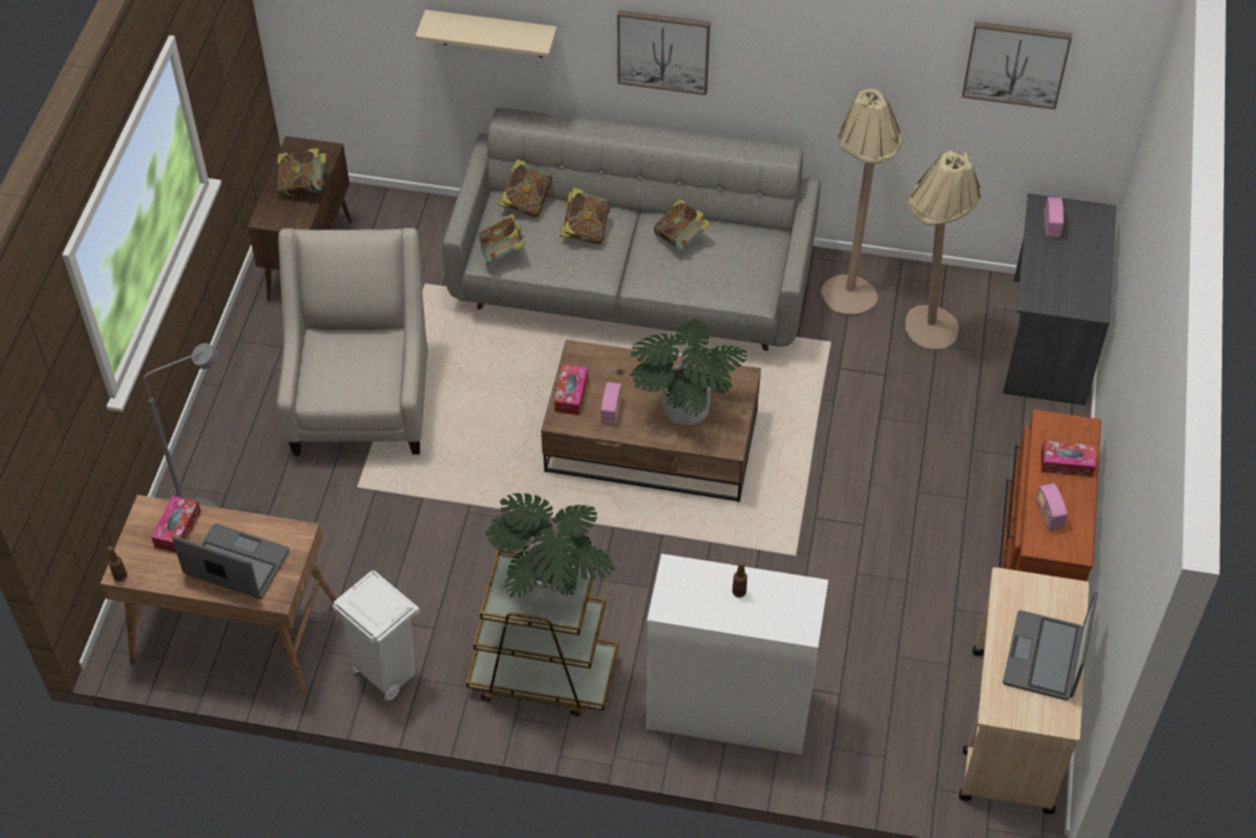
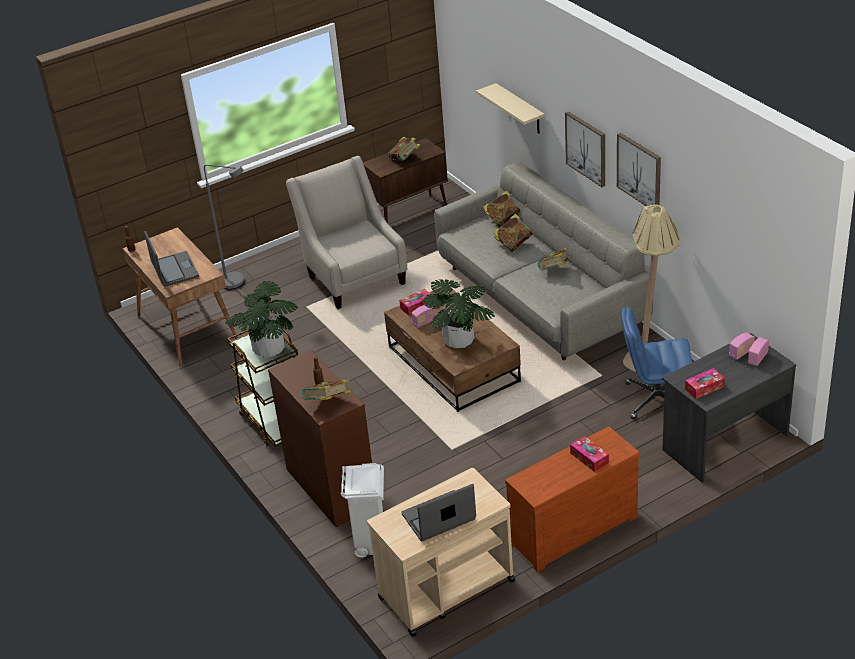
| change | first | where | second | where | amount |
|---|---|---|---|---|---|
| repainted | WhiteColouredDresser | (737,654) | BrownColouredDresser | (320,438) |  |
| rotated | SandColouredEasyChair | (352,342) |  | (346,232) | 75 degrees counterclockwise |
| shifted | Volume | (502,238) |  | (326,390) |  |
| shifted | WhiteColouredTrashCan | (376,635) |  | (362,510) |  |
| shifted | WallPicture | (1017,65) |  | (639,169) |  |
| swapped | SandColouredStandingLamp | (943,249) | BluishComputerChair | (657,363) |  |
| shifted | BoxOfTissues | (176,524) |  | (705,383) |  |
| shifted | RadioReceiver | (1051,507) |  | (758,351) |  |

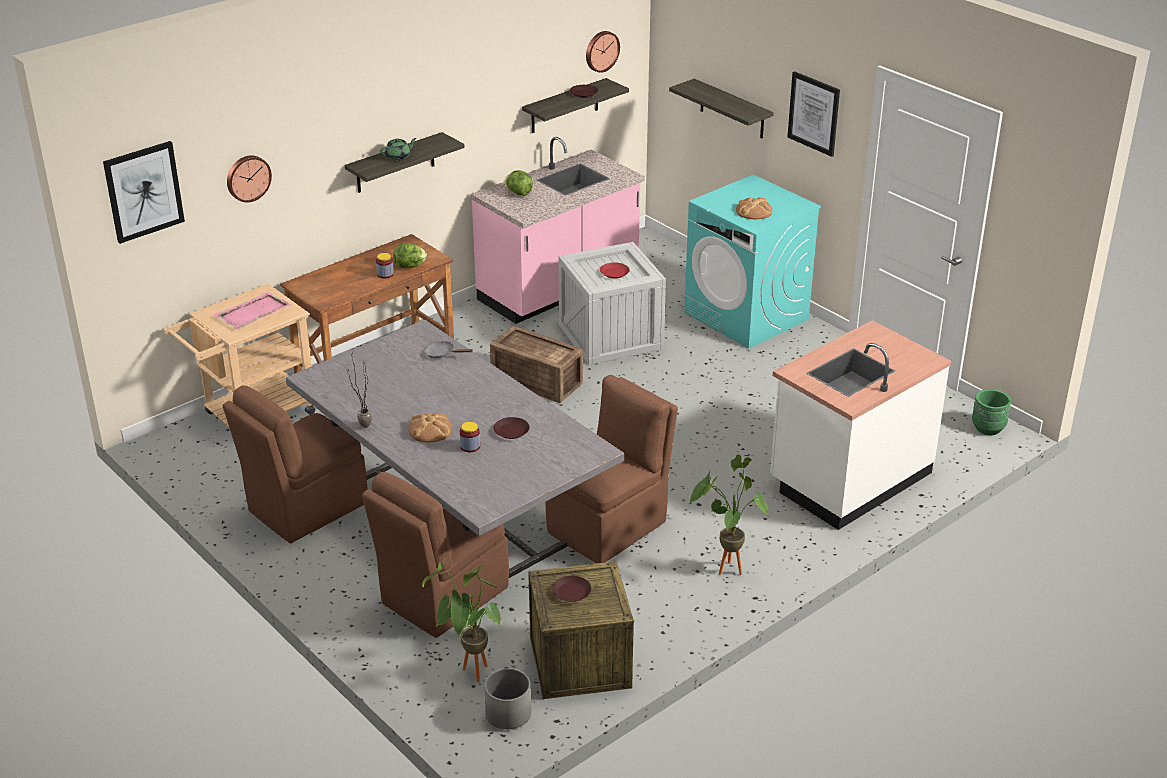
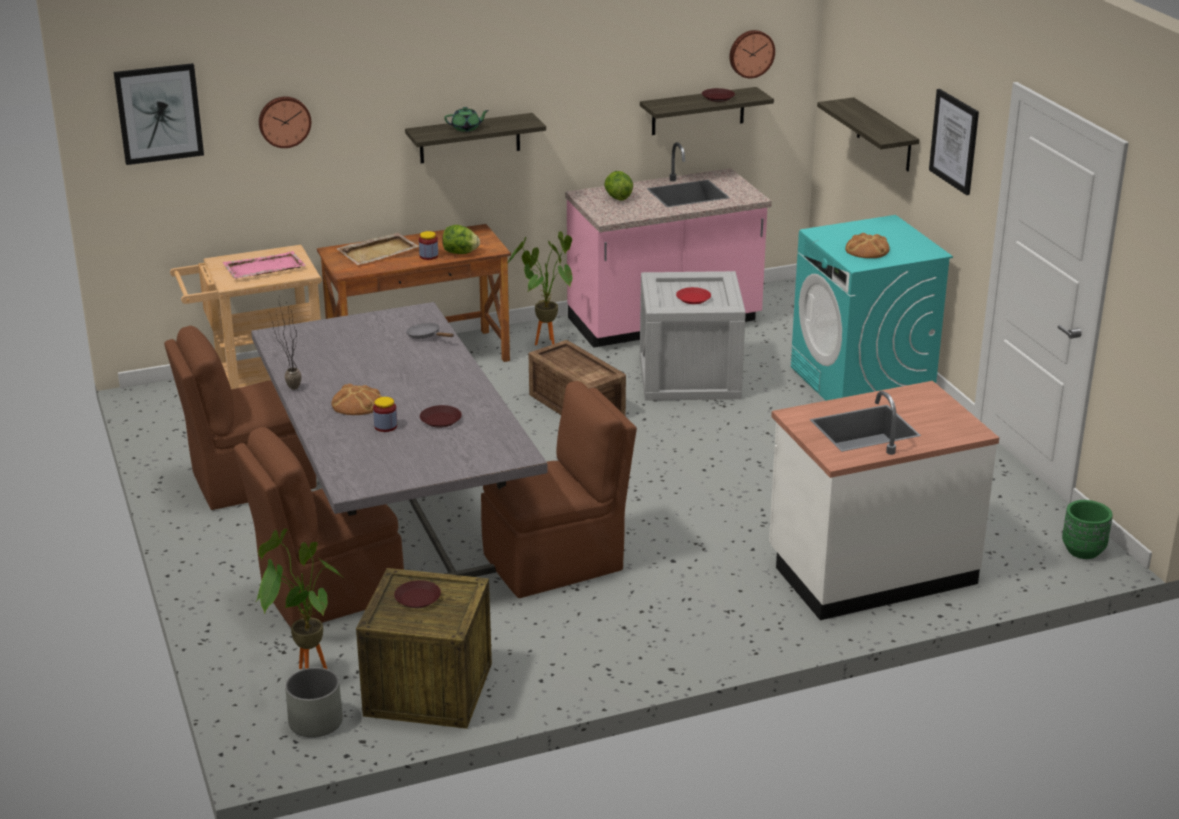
| change | first | where | second | where | amount |
|---|---|---|---|---|---|
| new |  |  | SandColouredServingTray | (378,248) |  |
| shifted | Houseplant | (729,514) |  | (540,288) |  |

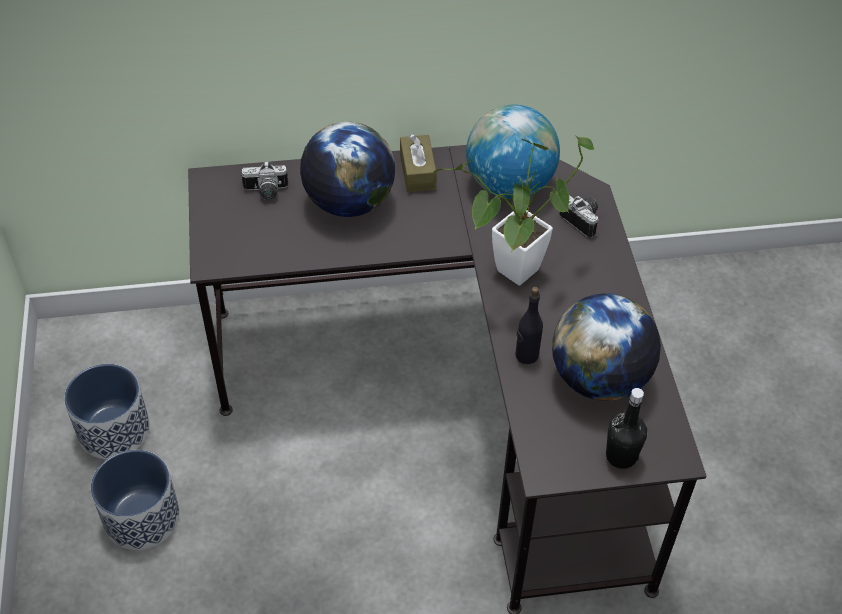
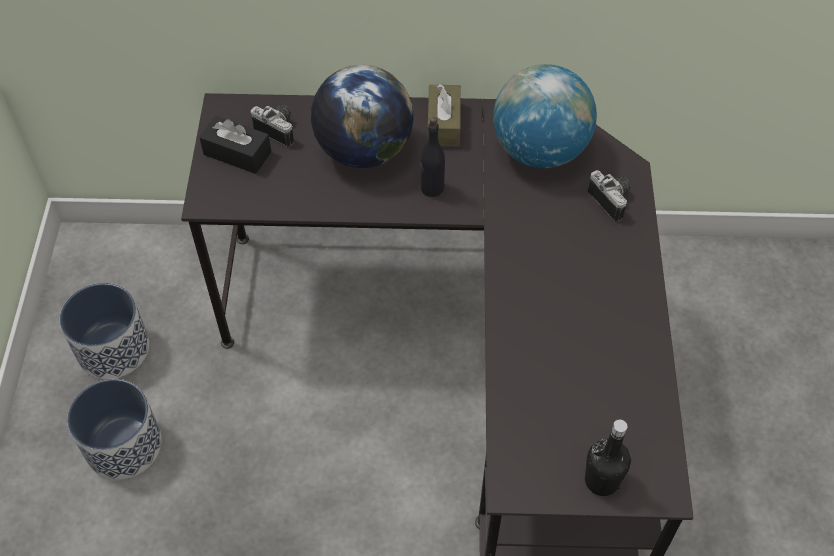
| change | first | where | second | where | amount |
|---|---|---|---|---|---|
| new |  |  | BlackColouredBoxOfTissues | (235,145) |  |
| rotated | StillCamera | (265,180) |  | (272,126) | 150 degrees counterclockwise |
| shifted | BlackColouredDrinkBottle | (529,325) |  | (432,157) |  |
| gone | Houseplant | (514,210) |  |  |  |
| gone | DeskGlobe | (606,347) |  |  |  |

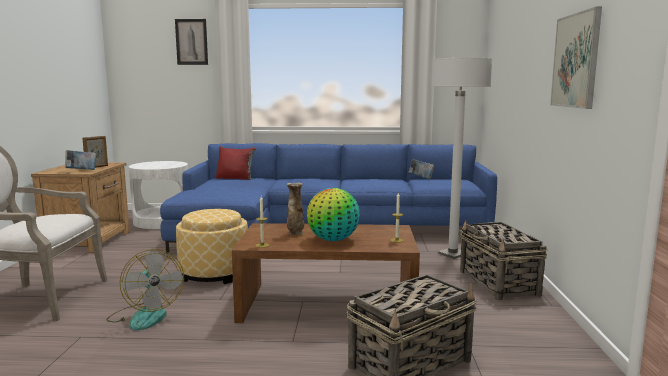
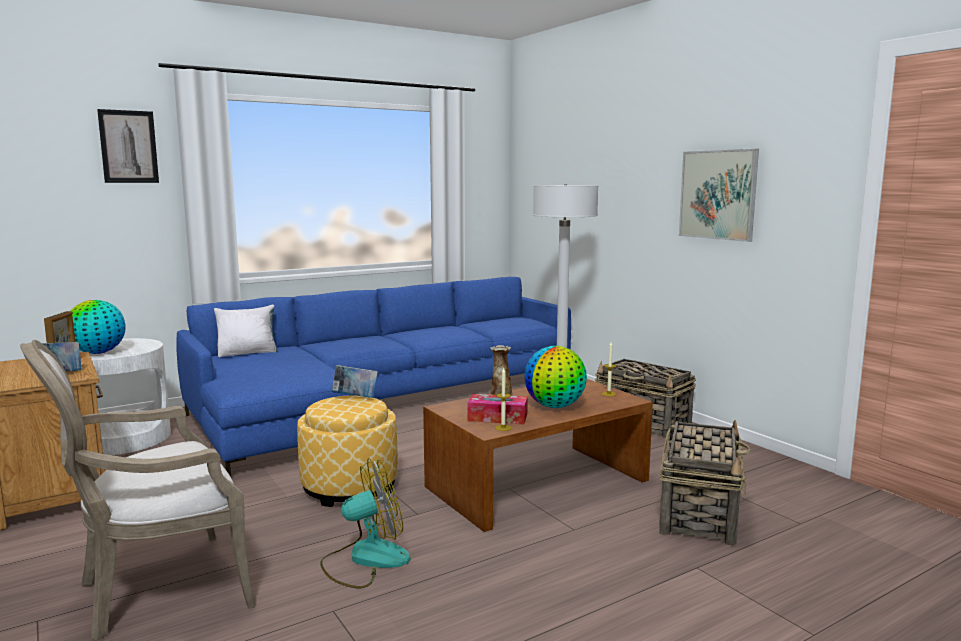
| change | first | where | second | where | amount |
|---|---|---|---|---|---|
| new |  |  | DeskGlobe | (98,327) |  |
| repainted | RedColouredCushion | (236,163) | WhiteColouredCushion | (245,330) |  |
| rotated | ElectricFan | (145,290) |  | (365,523) | 45 degrees counterclockwise |
| shifted | Volume | (421,169) |  | (355,381) |  |
| new |  |  | BoxOfTissues | (497,409) |  |

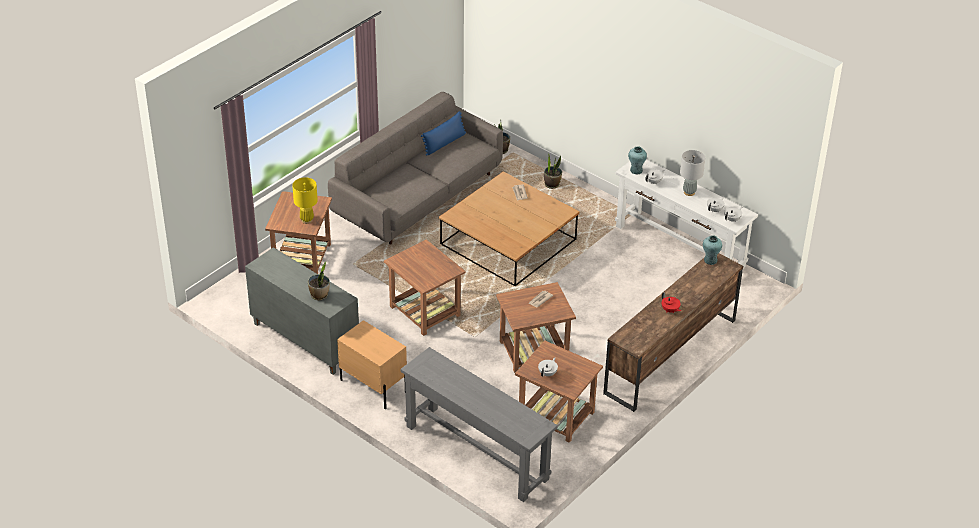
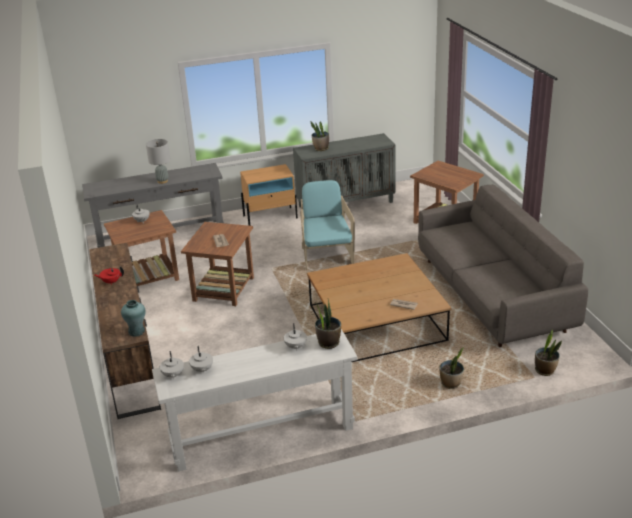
| change | first | where | second | where | amount |
|---|---|---|---|---|---|
| shifted | GrayTabletopLamp | (692,173) |  | (158,161) |  |
| swapped | BrownColouredEndTable | (424,288) | TurquoiseEasyChair | (327,225) |  |
| swapped | TurquoiseFlowerVase | (637,160) | Houseplant | (328,324) |  |
| gone | YellowTabletopLamp | (305,200) |  |  |  |
| gone | BluishCushion | (443,133) |  |  |  |

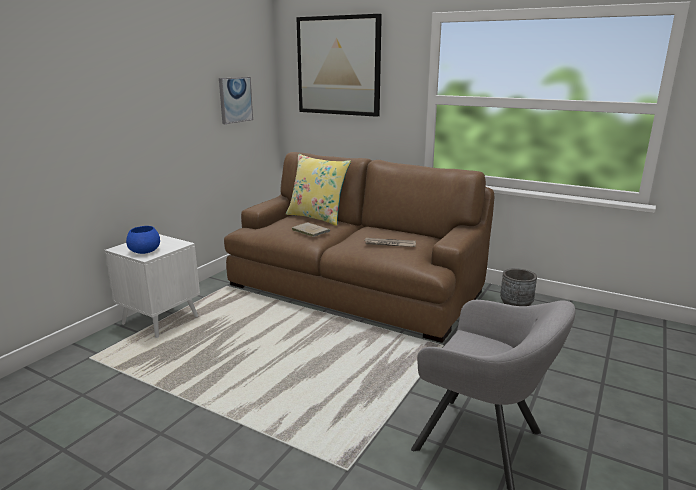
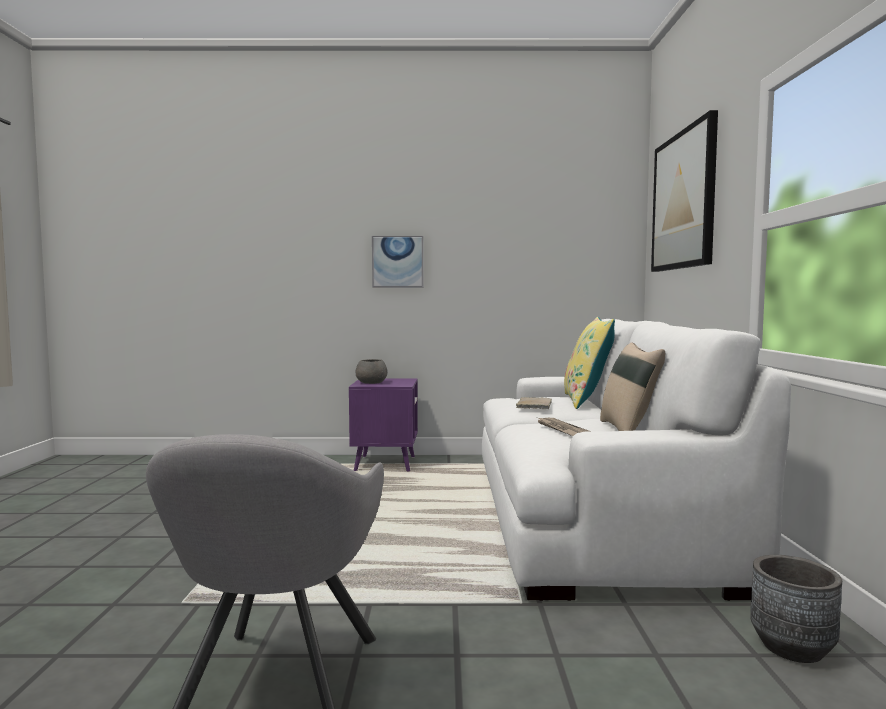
| change | first | where | second | where | amount |
|---|---|---|---|---|---|
| repainted | WhiteColouredEndTable | (152,286) | PurplishEndTable | (383,425) |  |
| repainted | BluishBowl | (143,240) | GrayBowl | (371,371) |  |
| shifted | WallPicture | (236,100) |  | (398,262) |  |
| repainted | BrownColouredSettee | (359,247) | WhiteColouredSettee | (636,460) |  |
| new |  |  | SandColouredCushion | (632,386) |  |

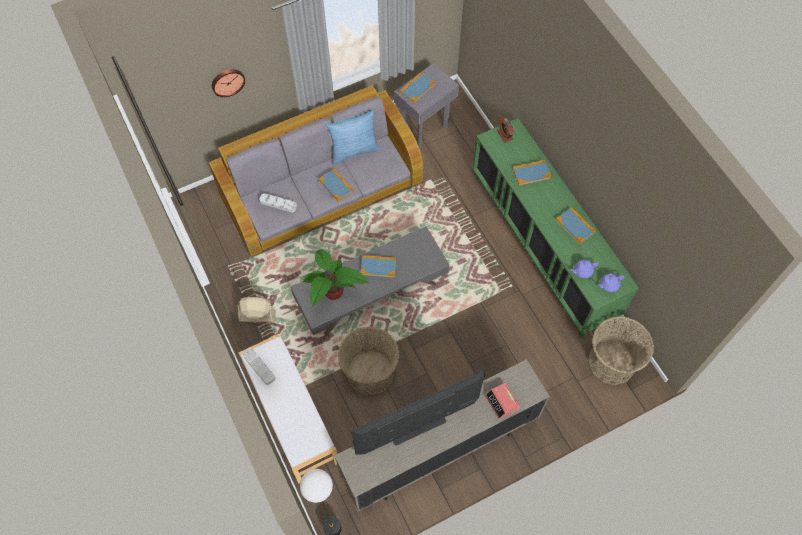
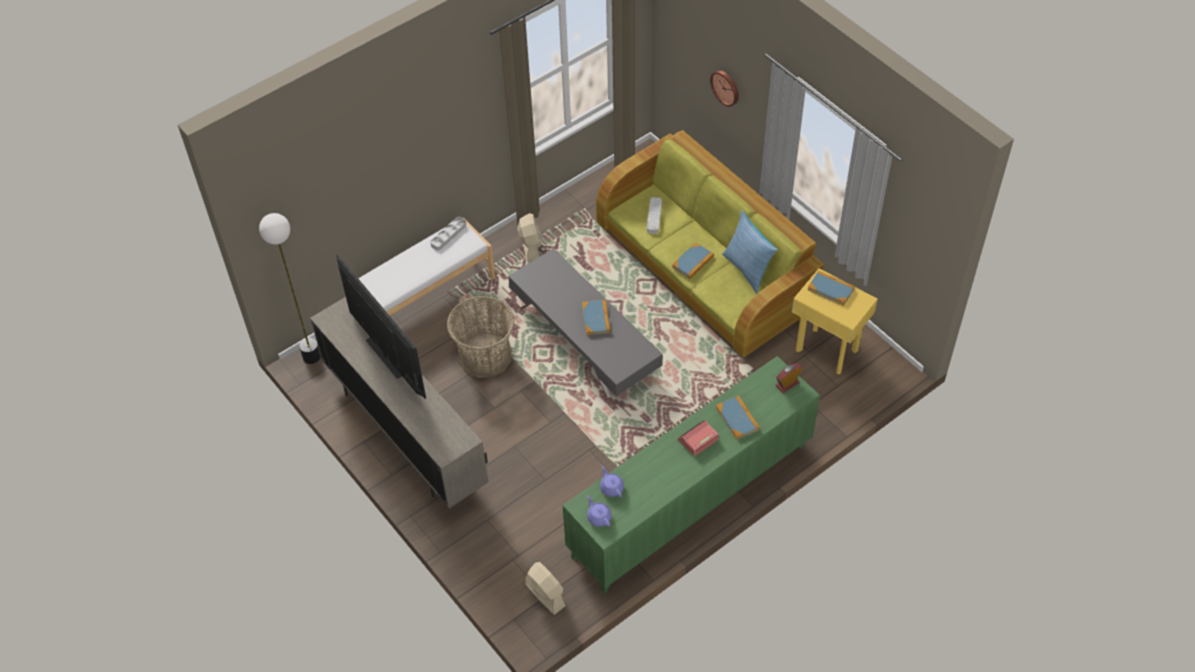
| change | first | where | second | where | amount |
|---|---|---|---|---|---|
| swapped | HouseholdBasket | (621,350) | SandColouredElectricFan | (545,588) |  |
| repainted | GraySettee | (316,171) | GreenSettee | (710,244) |  |
| shifted | AlarmClock | (502,401) |  | (698,438) |  |
| repainted | GrayEndTable | (426,105) | YellowEndTable | (835,321) |  |
| gone | Houseplant | (336,278) |  |  |  |
| gone | Volume | (576,226) |  |  |  |

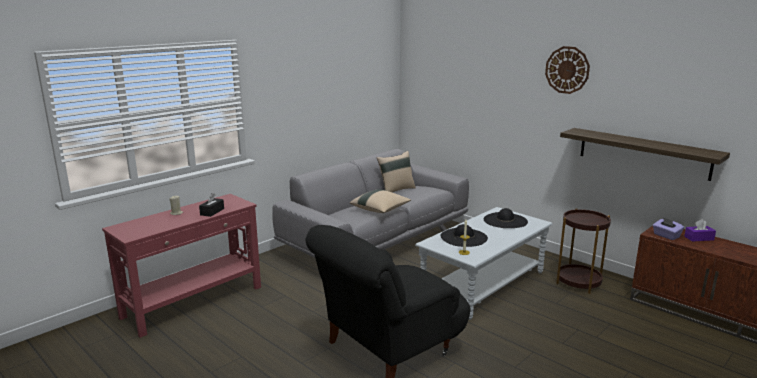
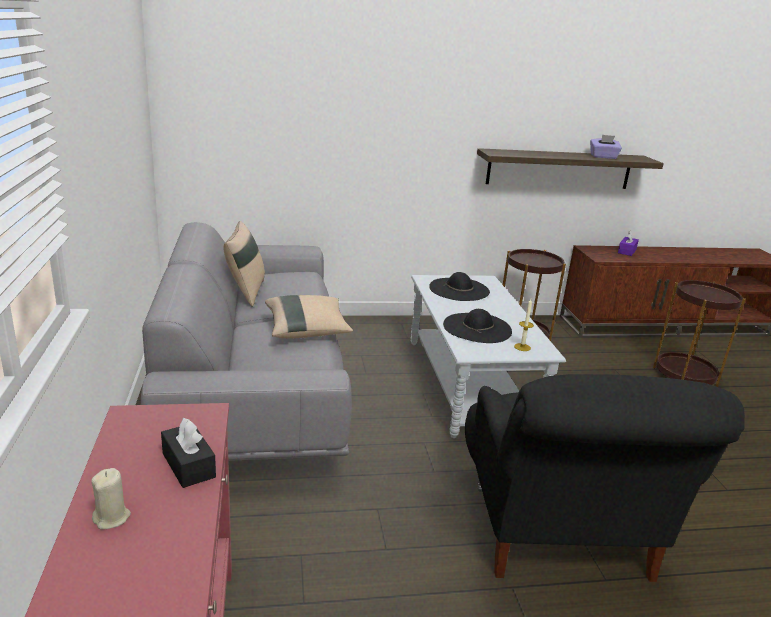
| change | first | where | second | where | amount |
|---|---|---|---|---|---|
| shifted | PurplishBoxOfTissues | (668,228) |  | (606,147) |  |
| new |  |  | BrownColouredEndTable | (699,333) |  |
| gone | WallClock | (567,70) |  |  |  |

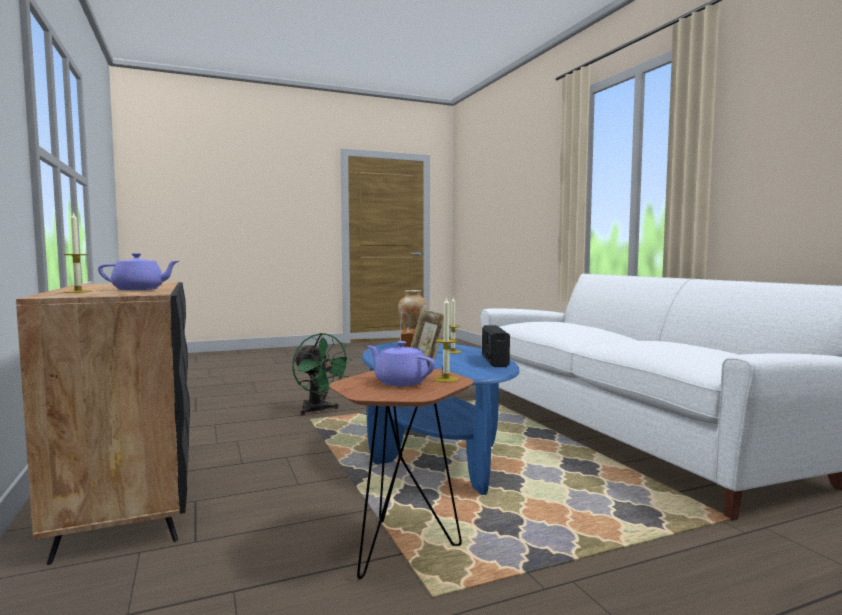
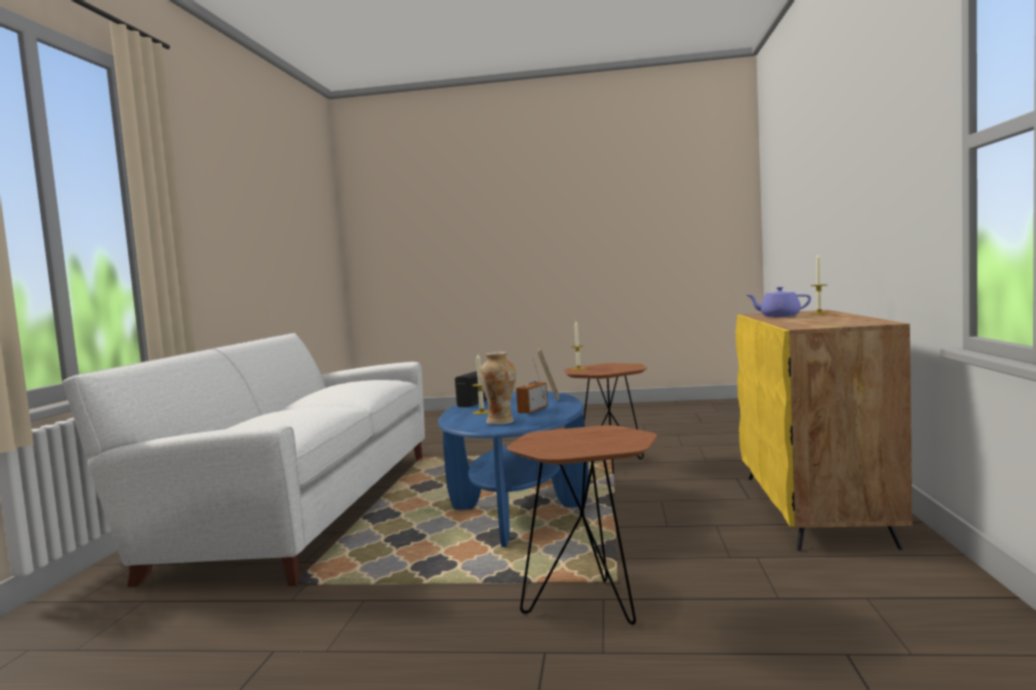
| change | first | where | second | where | amount |
|---|---|---|---|---|---|
| swapped | GreenElectricFan | (322,374) | BrownColouredEndTable | (582,525) |  |
| repainted | BlackColouredStorageCabinet | (103,423) | YellowStorageCabinet | (824,430) |  |
| gone | PurplishPotForTea | (401,363) |  |  |  |

